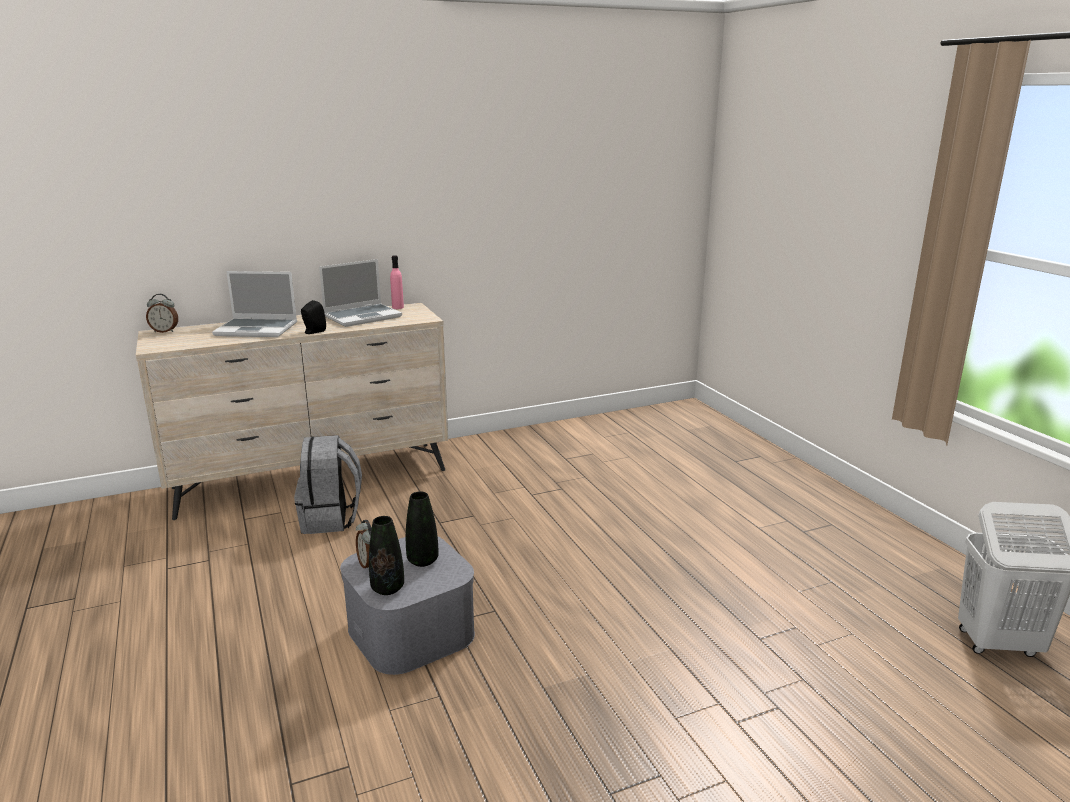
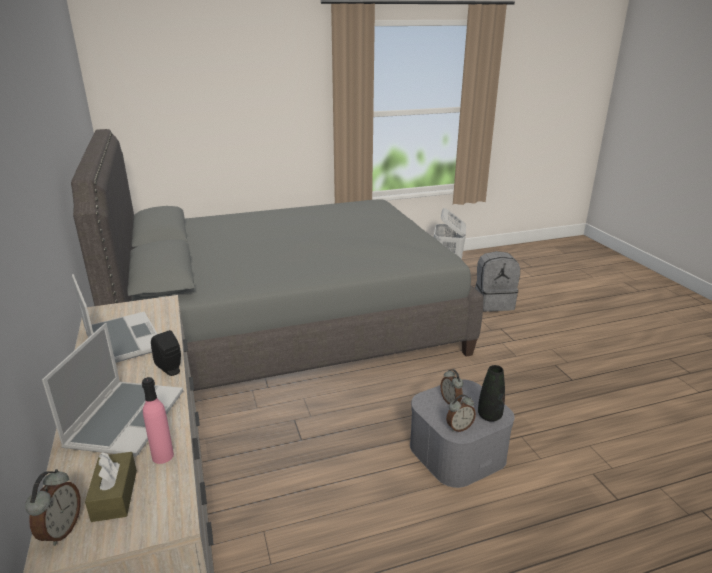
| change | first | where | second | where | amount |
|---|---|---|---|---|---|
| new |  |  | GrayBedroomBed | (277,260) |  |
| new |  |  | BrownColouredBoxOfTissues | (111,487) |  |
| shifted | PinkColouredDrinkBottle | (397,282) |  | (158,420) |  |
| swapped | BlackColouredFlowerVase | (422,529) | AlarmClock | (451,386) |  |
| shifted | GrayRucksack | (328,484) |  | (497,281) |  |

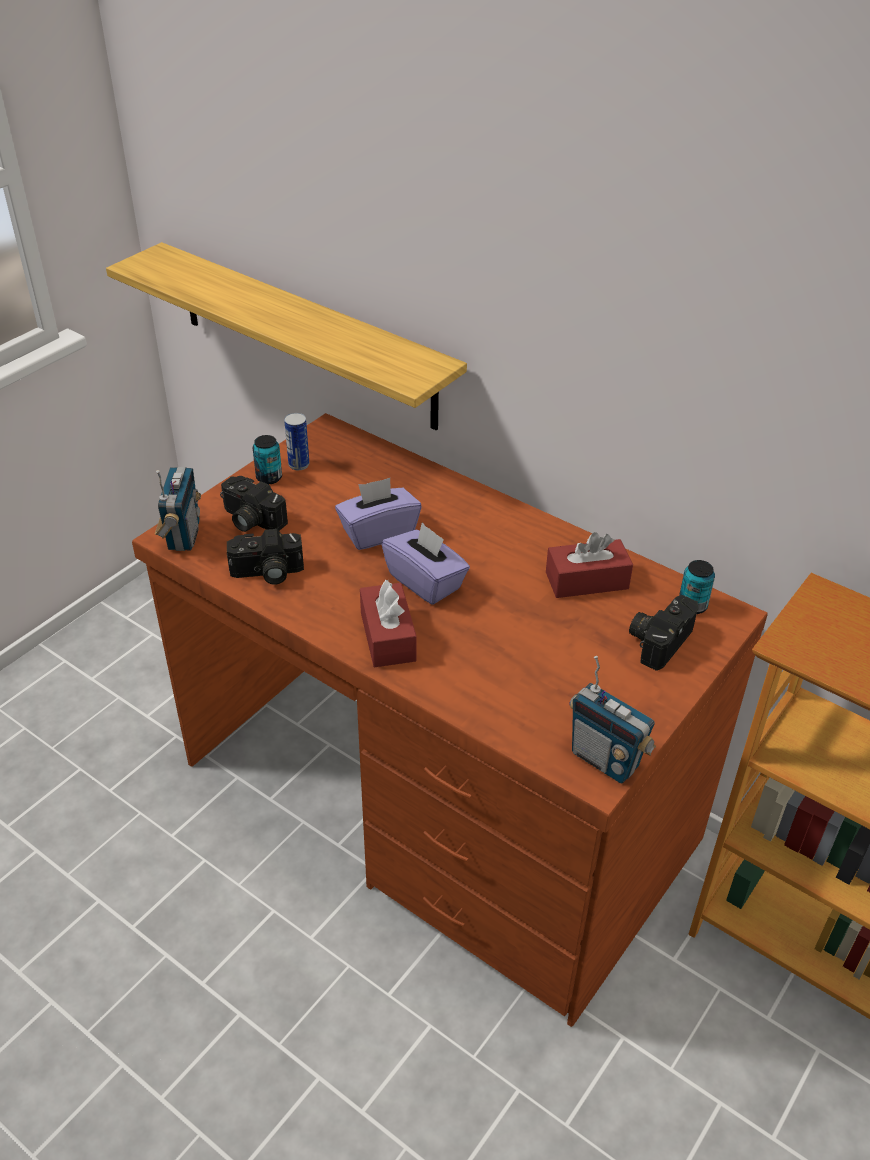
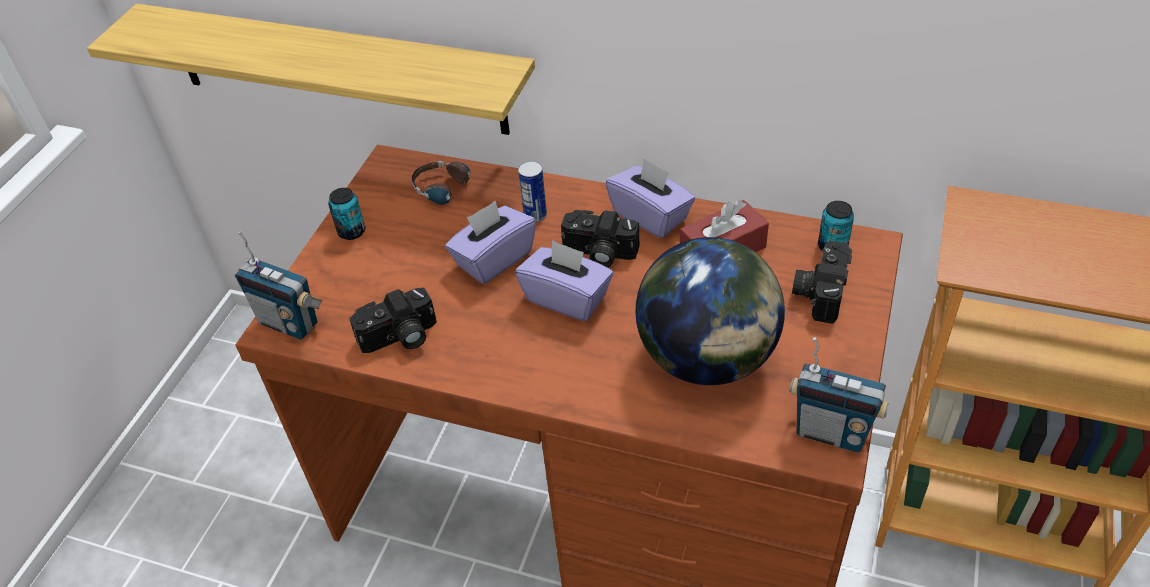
| change | first | where | second | where | amount |
|---|---|---|---|---|---|
| rotated | RadioReceiver | (178,509) |  | (278,285) | 135 degrees clockwise |
| new |  |  | PairOfHeadphones | (440,182) |  |
| shifted | Can | (296,441) |  | (532,191) |  |
| shifted | StillCamera | (254,504) |  | (600,239) |  |
| new |  |  | PurplishBoxOfTissues | (650,198) |  |
| new |  |  | DeskGlobe | (710,311) |  |
| gone | RedColouredBoxOfTissues | (388,623) |  |  |  |

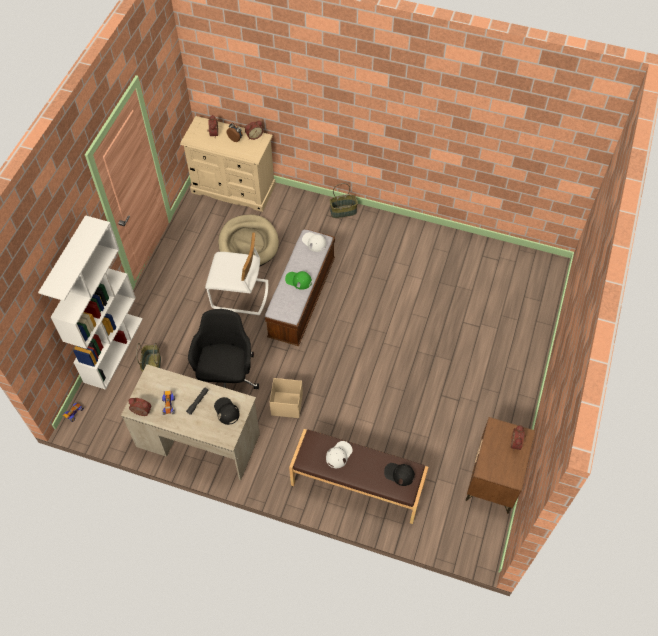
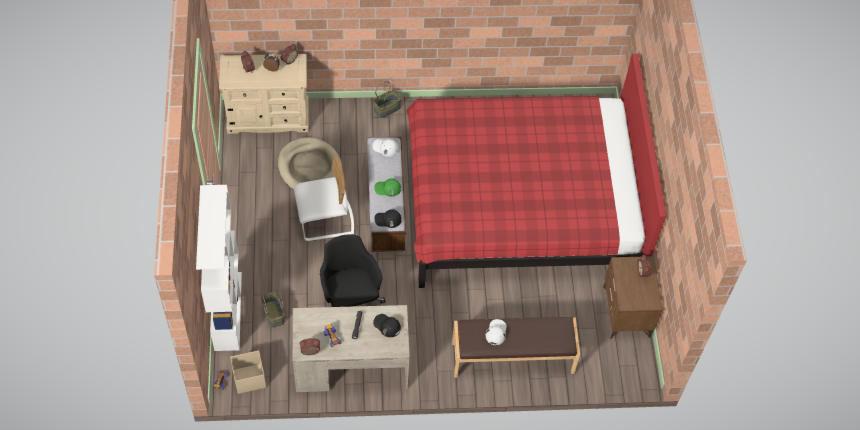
| change | first | where | second | where | amount |
|---|---|---|---|---|---|
| shifted | SandColouredStorageBox | (286,398) |  | (248,372) |  |
| shifted | BlackColouredPeakedCap | (399,474) |  | (388,218) |  |
| new |  |  | RedColouredBedroomBed | (536,171) |  |

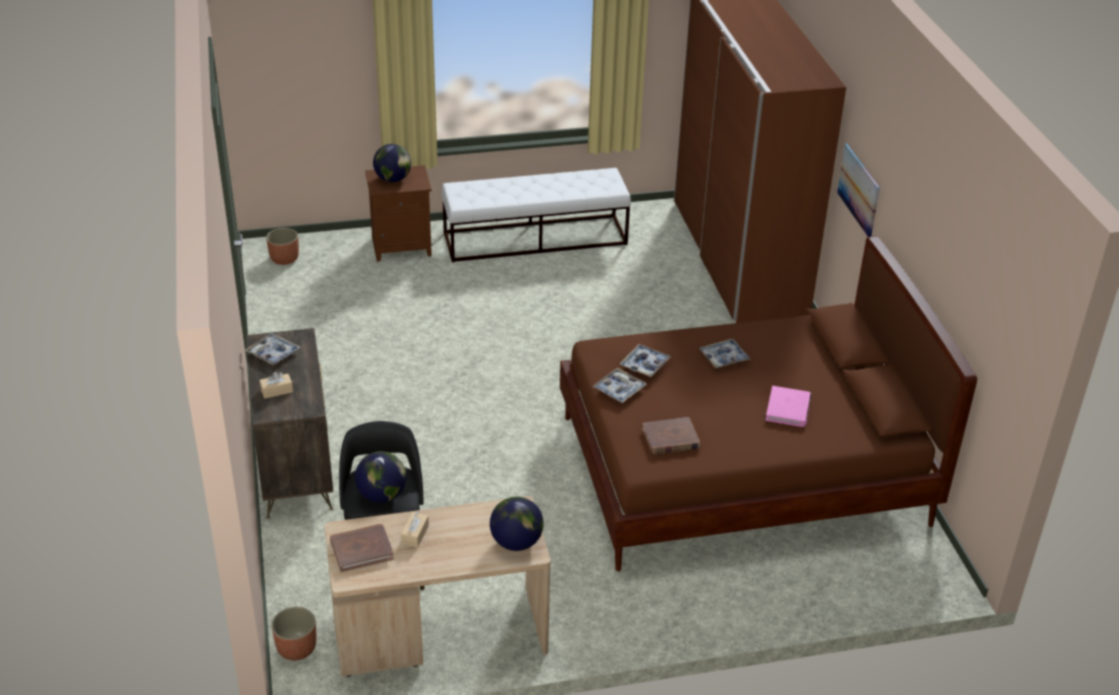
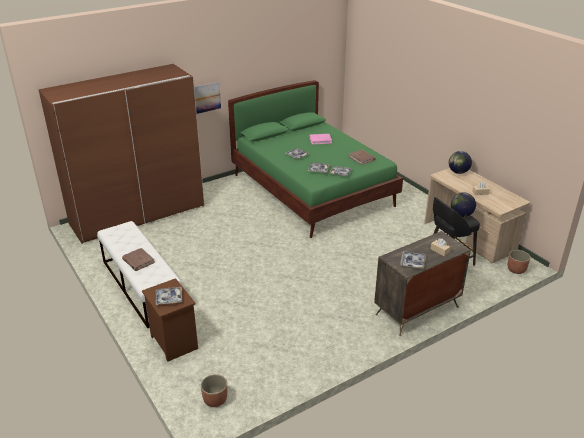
| change | first | where | second | where | amount |
|---|---|---|---|---|---|
| shifted | BrownColouredVolume | (362,548) |  | (138,259) |  |
| swapped | DeskGlobe | (392,163) | ServingTray | (169,296) |  |
| repainted | BrownColouredBedroomBed | (768,403) | GreenBedroomBed | (315,159) |  |

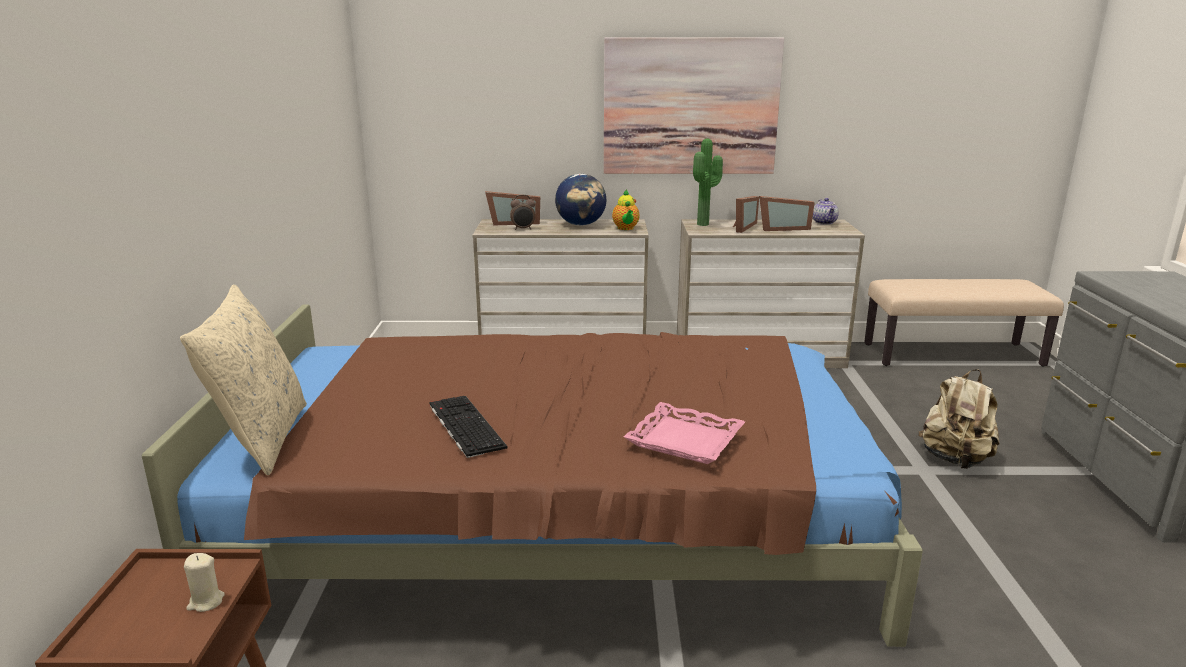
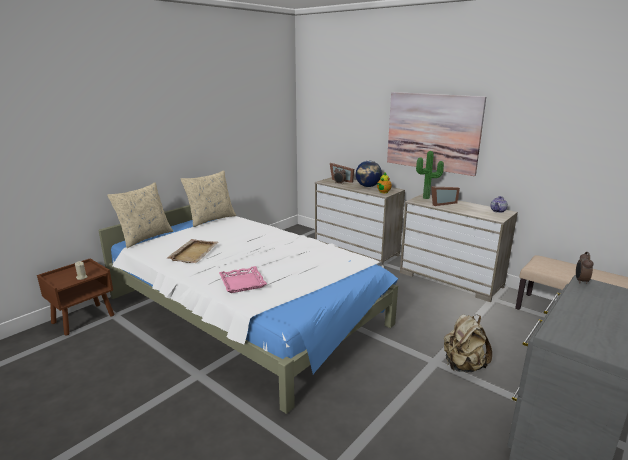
| change | first | where | second | where | amount |
|---|---|---|---|---|---|
| repainted | BrownColouredBedroomBed | (532,475) | WhiteColouredBedroomBed | (248,309) |  |
| swapped | PcKeyboard | (468,427) | SandColouredServingTray | (192,251) |  |
| new |  |  | SandColouredCushion | (208,198) |  |
| new |  |  | AlarmClock | (584,268) |  |
| gone | StandingFrame | (787,213) |  |  |  |

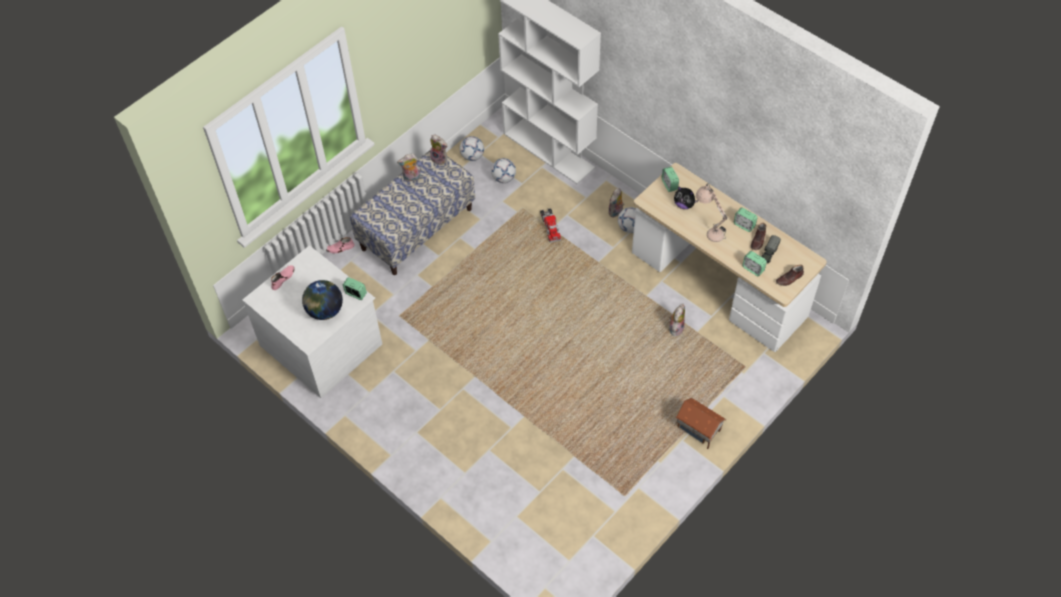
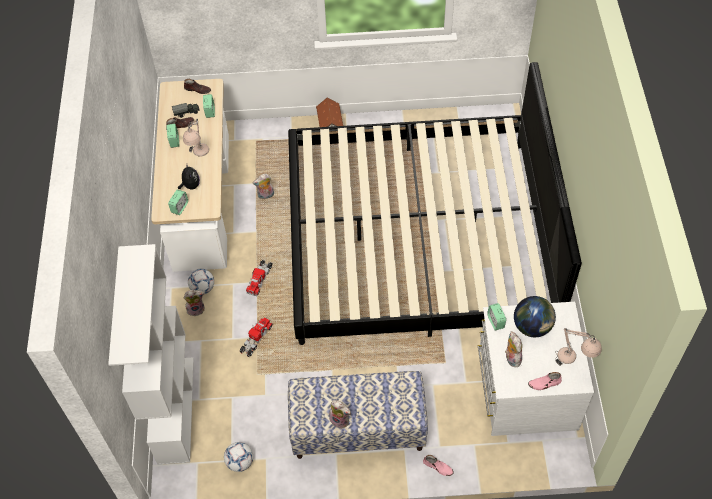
| change | first | where | second | where | amount |
|---|---|---|---|---|---|
| new |  |  | ToyTruck | (259,278) |  |
| new |  |  | BedroomBed | (435,203) |  |
| shifted | CuddlyToy | (439,150) |  | (513,349) |  |
| new |  |  | SandColouredTabletopLamp | (578,347) |  |
| gone | FootballBall | (503,170) |  |  |  |

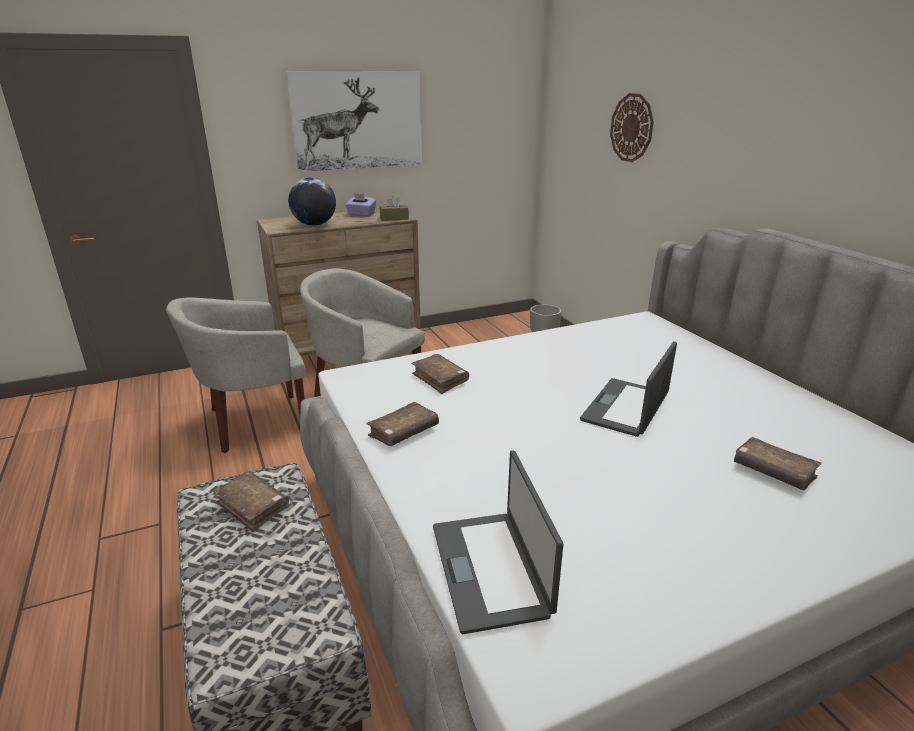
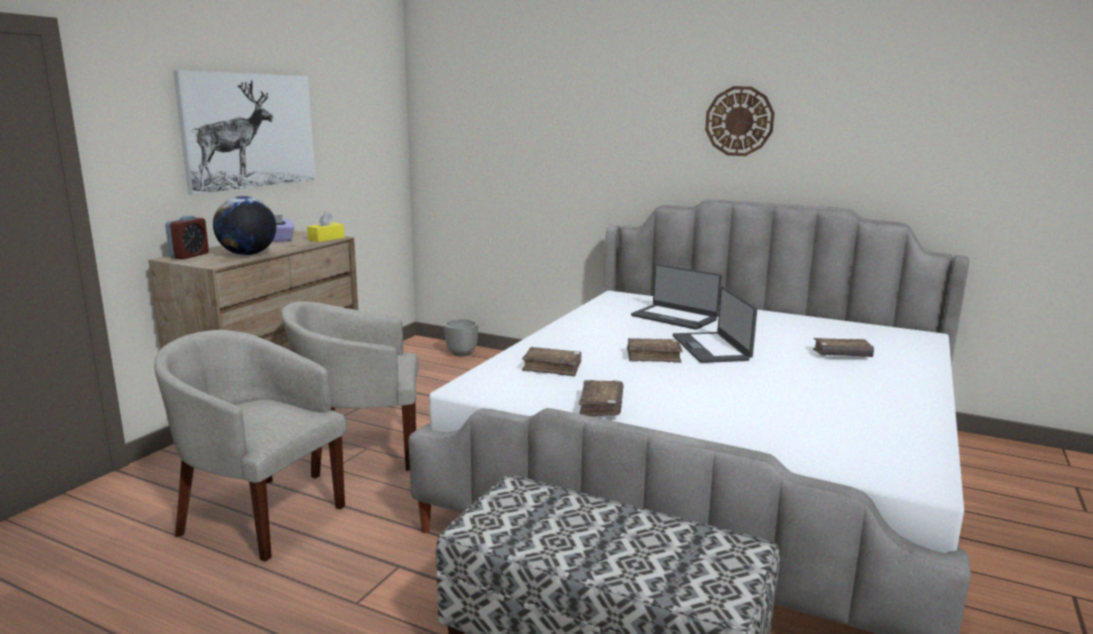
| change | first | where | second | where | amount |
|---|---|---|---|---|---|
| rotated | SandColouredEasyChair | (236,375) |  | (250,446) | 90 degrees clockwise |
| new |  |  | AlarmClock | (187,237) |  |
| repainted | BrownColouredBoxOfTissues | (394,208) | YellowBoxOfTissues | (326,227) |  |
| shifted | BrownColouredVolume | (251,501) |  | (655,350) |  |
| shifted | Laptop | (498,542) |  | (676,297) |  |
| shifted | WallClock | (632,127) |  | (739,121) |  |

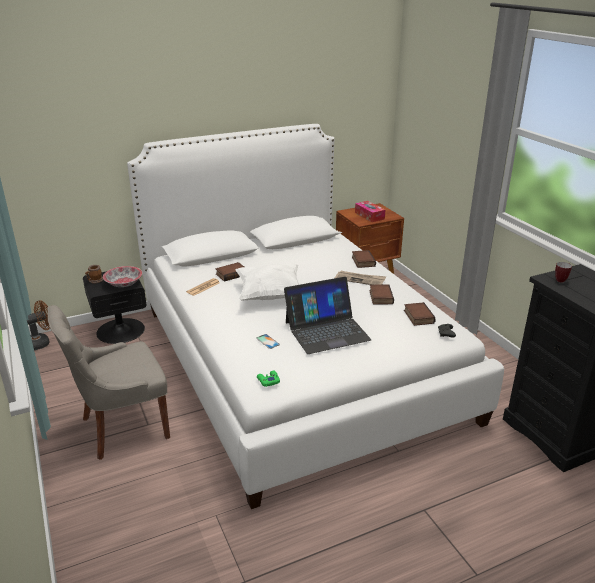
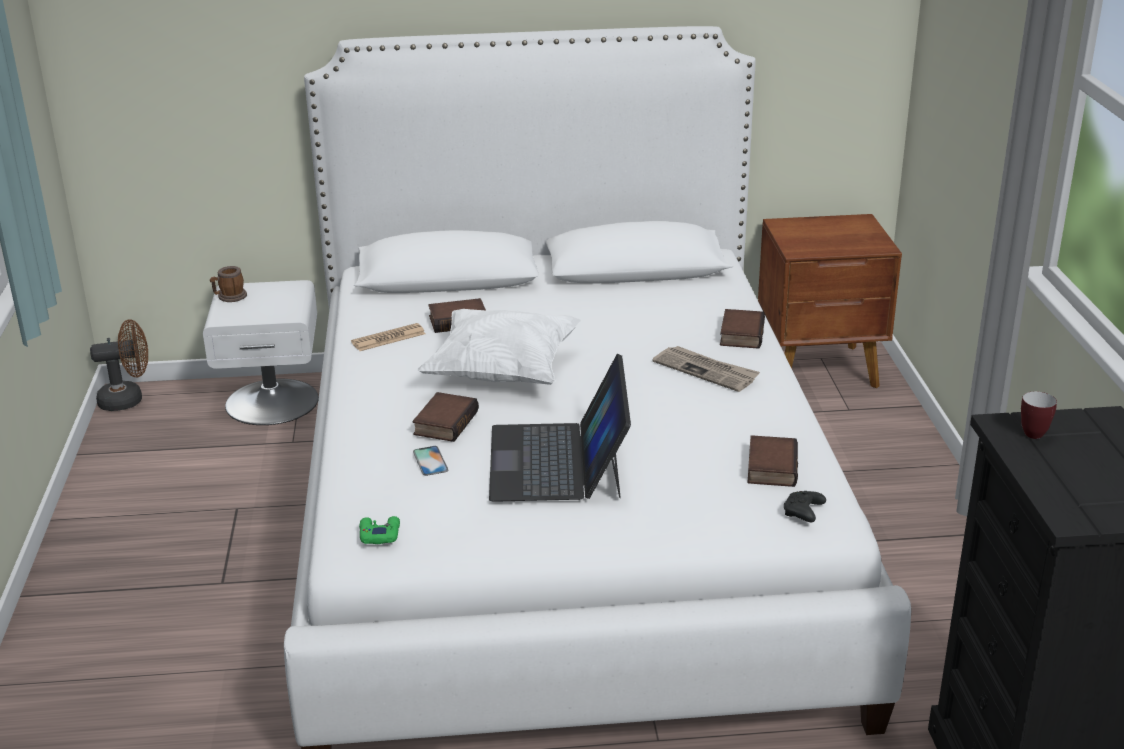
| change | first | where | second | where | amount |
|---|---|---|---|---|---|
| repainted | BlackColouredNightTable | (114,307) | WhiteColouredNightTable | (261,352) |  |
| shifted | Volume | (382,294) |  | (445,417) |  |
| rotated | Laptop | (328,315) |  | (560,428) | 90 degrees clockwise |
| gone | GrayChair | (109,382) |  |  |  |
| gone | Bowl | (122,276) |  |  |  |
| gone | BoxOfTissues | (370,211) |  |  |  |

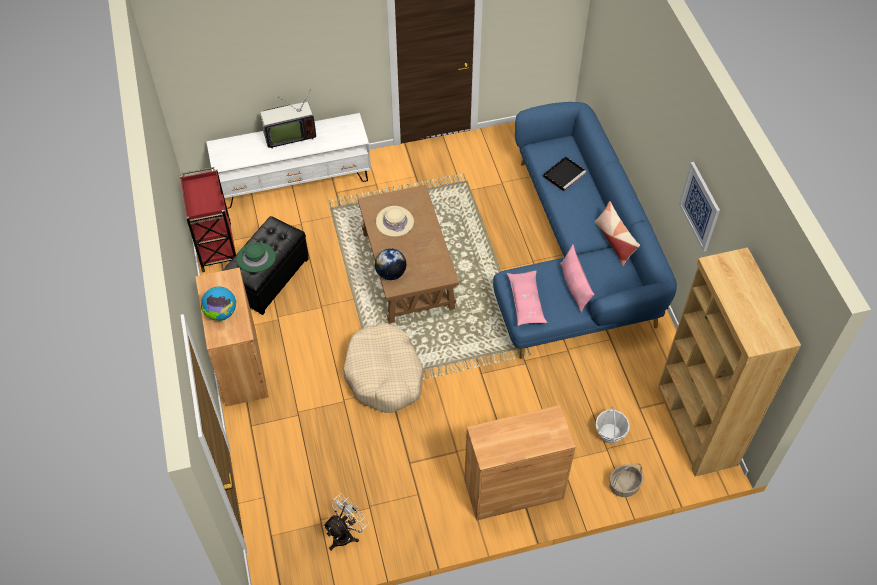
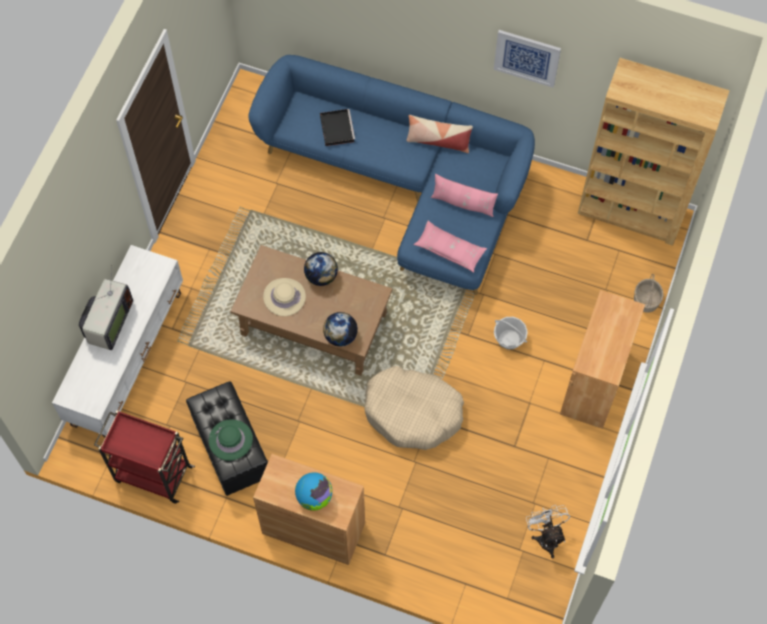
| change | first | where | second | where | amount |
|---|---|---|---|---|---|
| new |  |  | DeskGlobe | (321,269) |  |
| shifted | HouseholdBasket | (613,425) |  | (511,333) |  |

